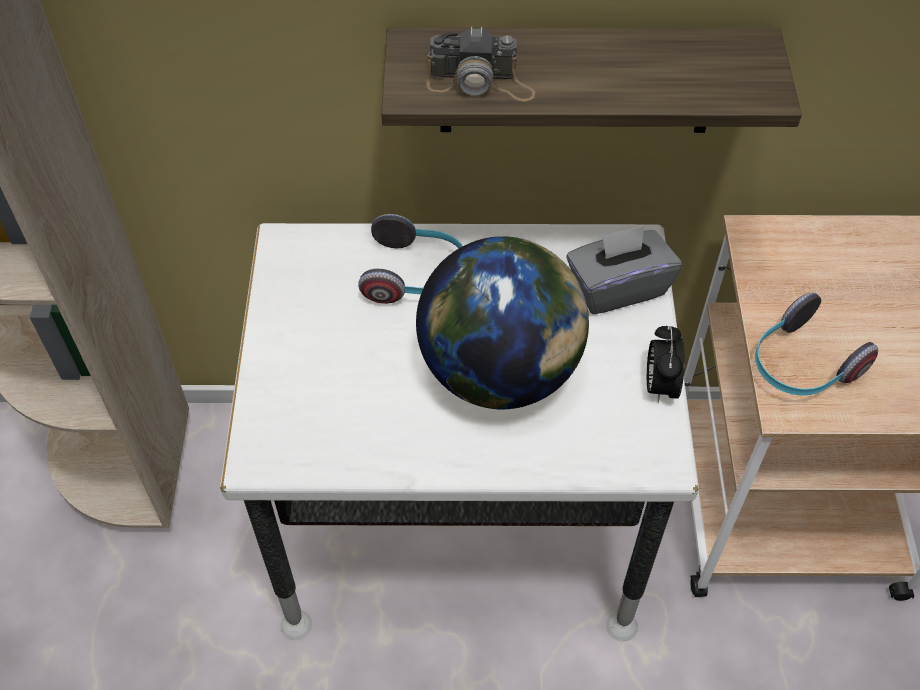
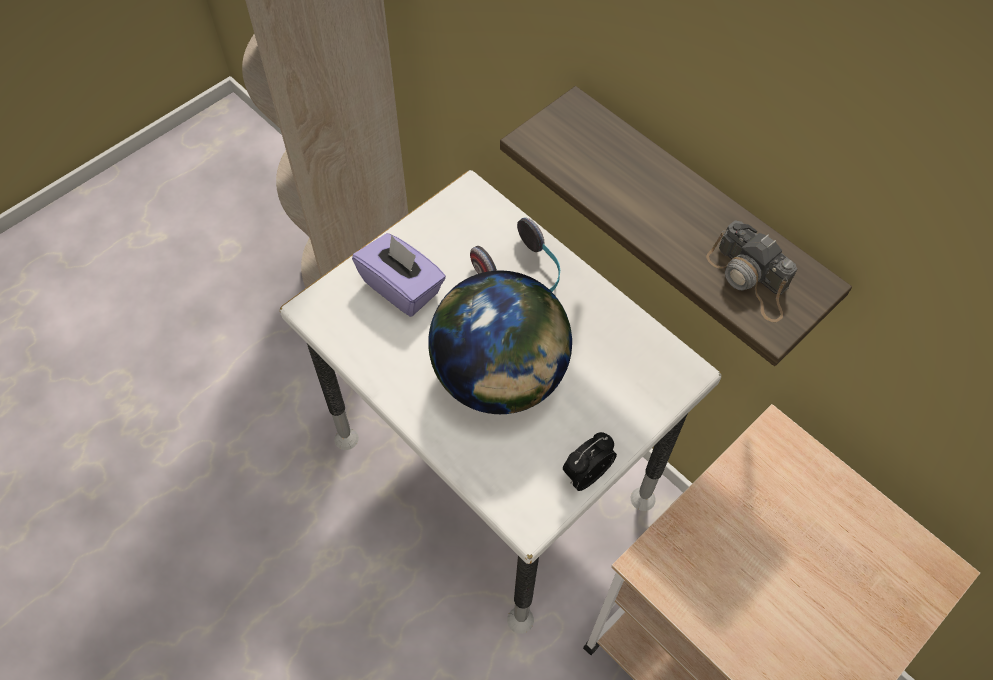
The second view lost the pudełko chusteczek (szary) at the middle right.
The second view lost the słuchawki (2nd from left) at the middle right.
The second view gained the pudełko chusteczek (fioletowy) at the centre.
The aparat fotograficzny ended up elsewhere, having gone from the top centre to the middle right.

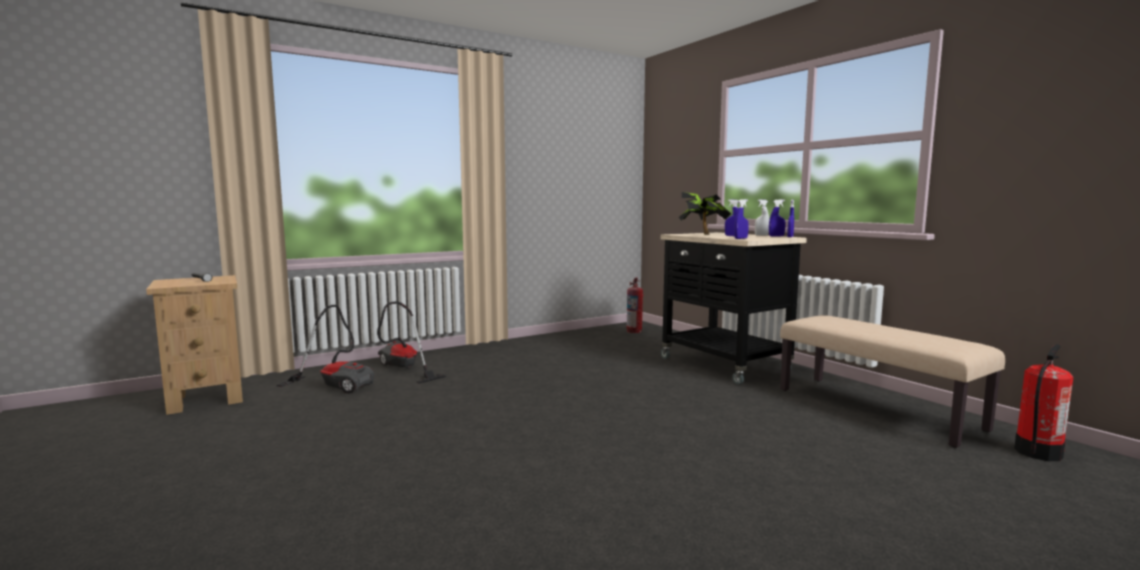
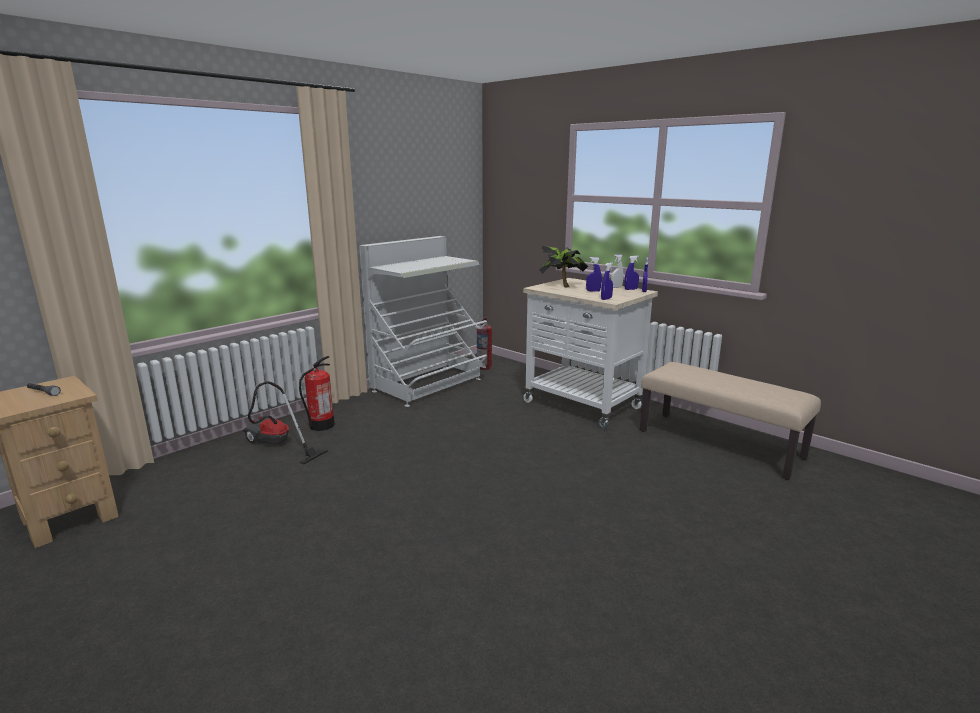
The second view lost the odkurzacz (1st from left) at the middle left.
The second view gained the regał na buty (biały) at the centre.
The gaśnica (2nd from left in the first image) ended up elsewhere, having gone from the bottom right to the middle left.
What was the wózek (czarny) at the centre turned into the wózek (biały) at the centre.

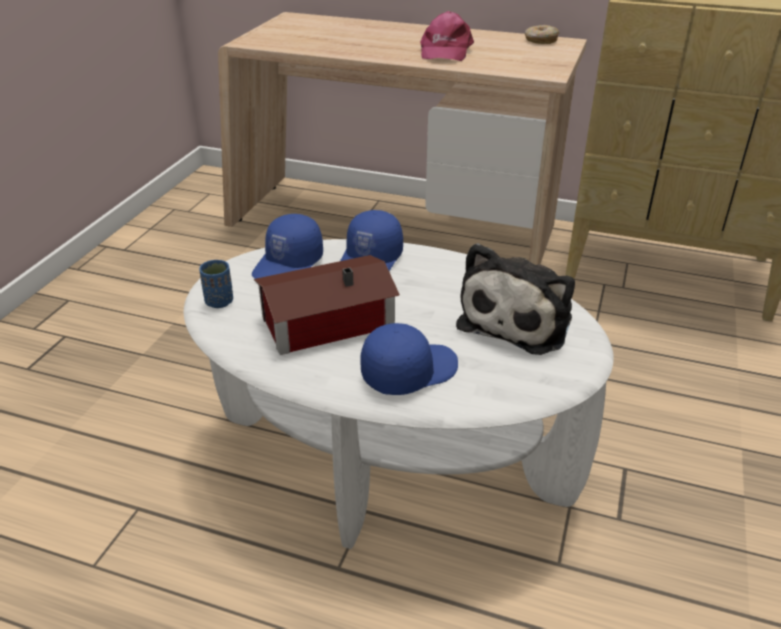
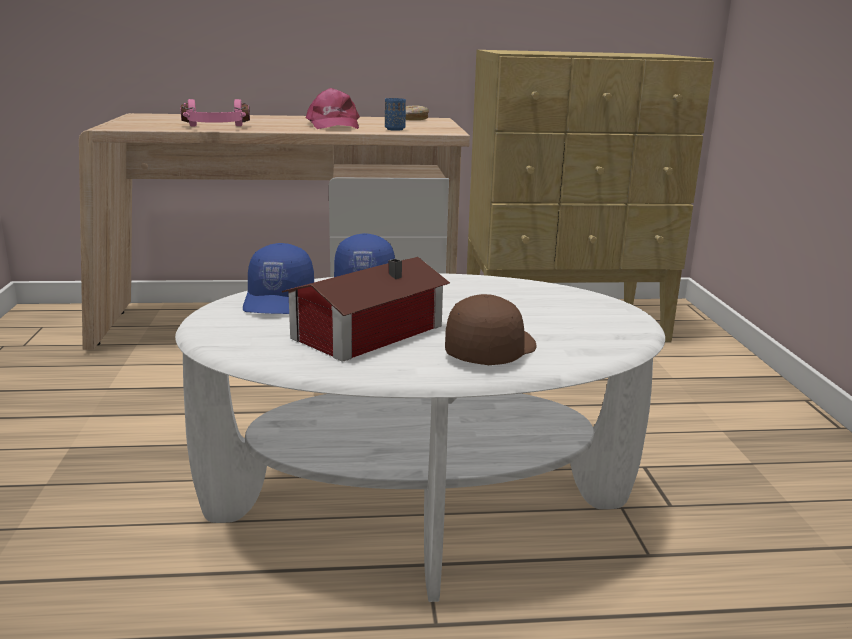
The second view lost the pluszak at the centre.
The second view gained the słuchawki (różowy) at the top left.
The filiżanka (niebieski) ended up elsewhere, having gone from the middle left to the top centre.
What was the czapka z daszkiem (niebieski) (3rd from left) at the centre turned into the czapka z daszkiem (brązowy) at the centre.

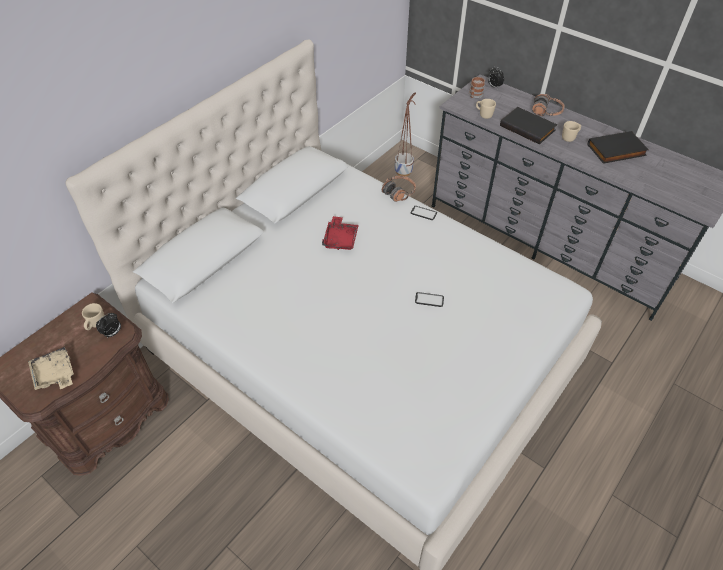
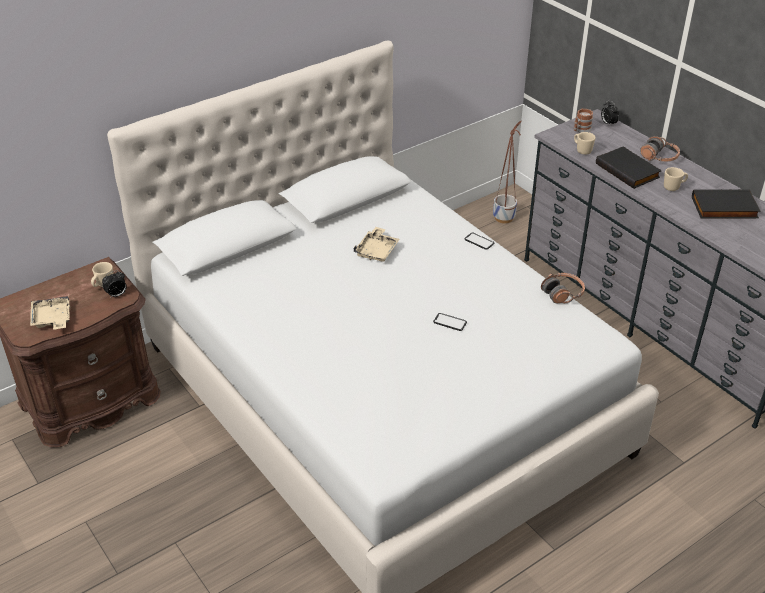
The słuchawki (1st from left) ended up elsewhere, having gone from the top centre to the middle right.
What was the taca (czerwony) at the centre turned into the taca (beżowy) (2nd from left) at the centre.

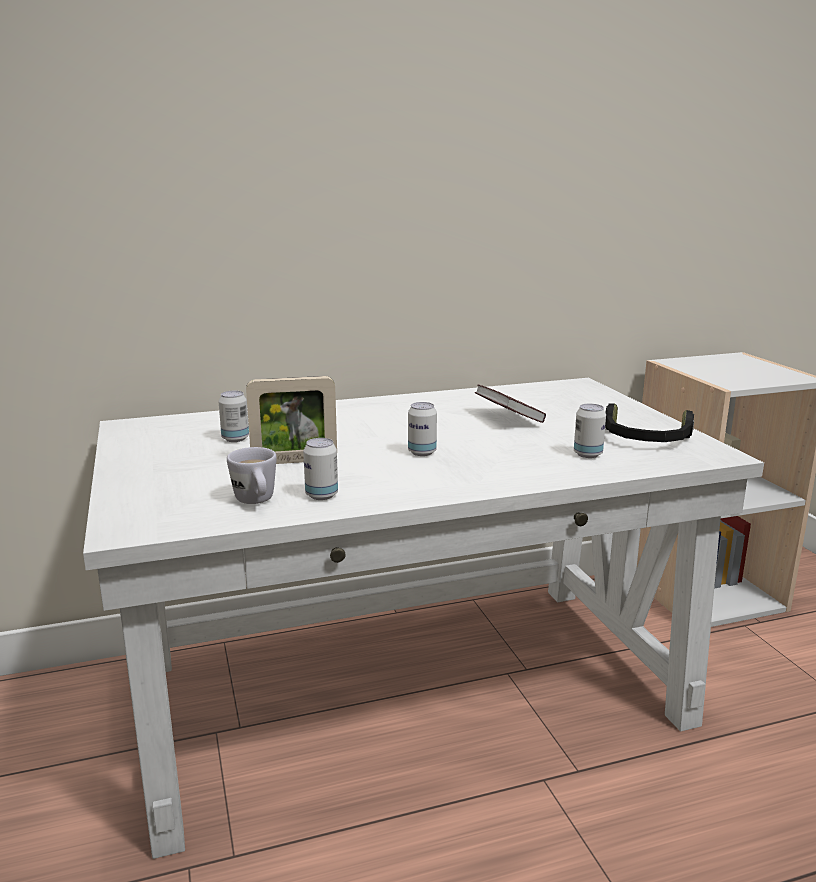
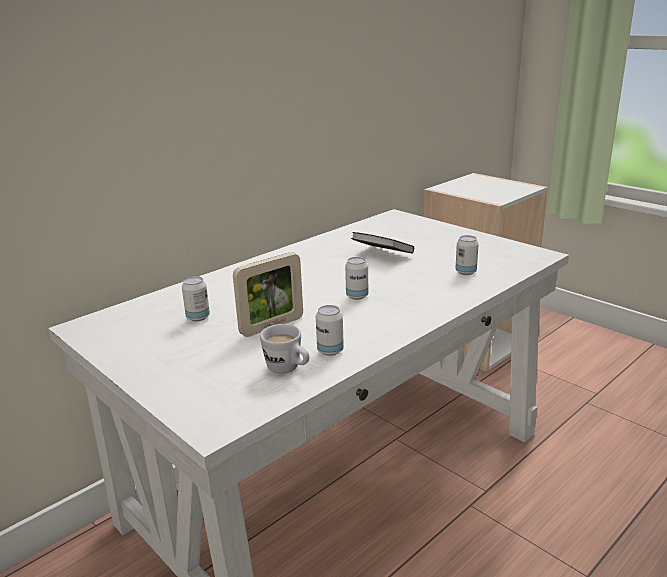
The second view lost the słuchawki (czarny) at the middle right.

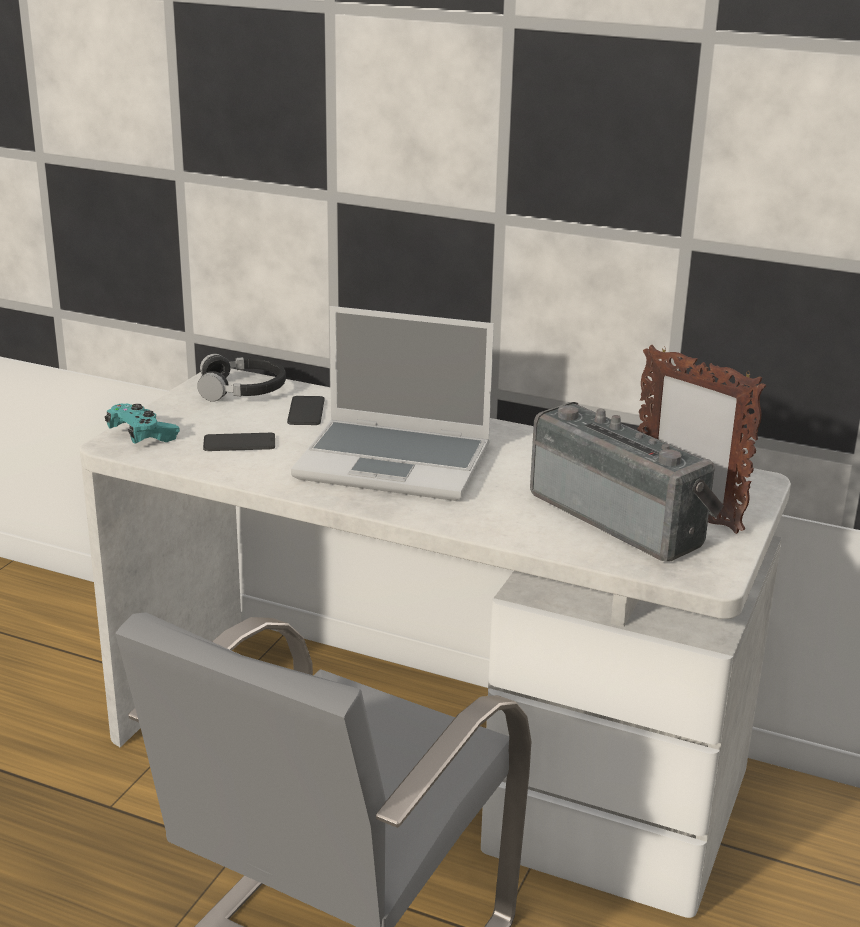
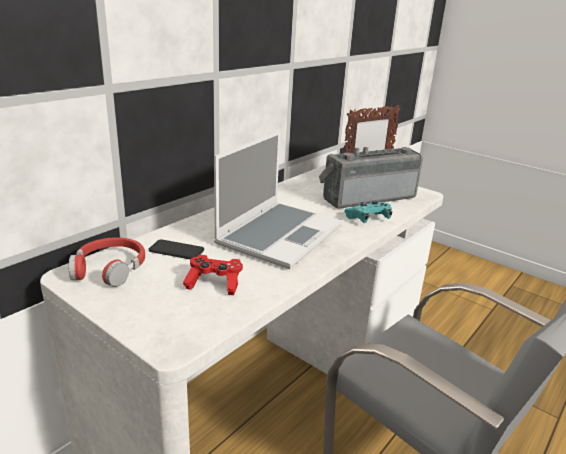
The pad do gier (turkusowy) ended up elsewhere, having gone from the middle left to the centre.
Where the telefon (1st from left) stood at the middle left, the pad do gier (czerwony) came to stand at the centre.
What was the słuchawki (czarny) at the middle left turned into the słuchawki (czerwony) at the middle left.

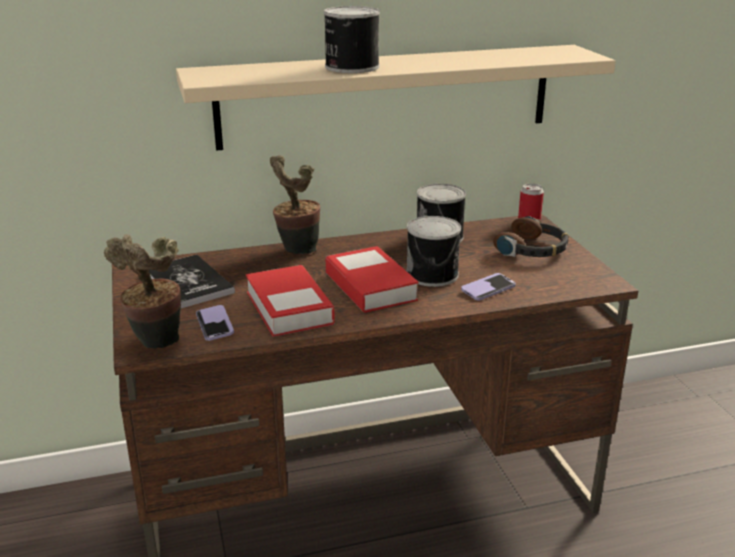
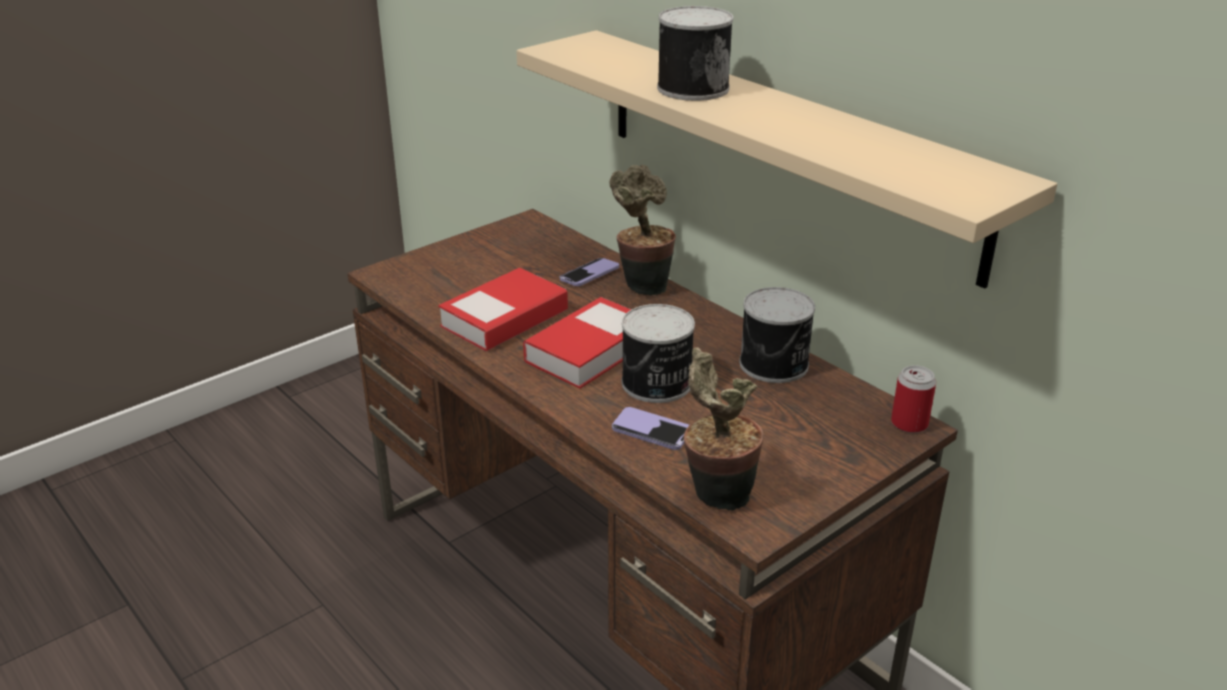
The second view lost the książka (1st from left) at the middle left.
The second view lost the słuchawki at the middle right.
The roślina doniczkowa (1st from left in the first image) ended up elsewhere, having gone from the middle left to the centre.
The telefon (1st from left) ended up elsewhere, having gone from the middle left to the centre.

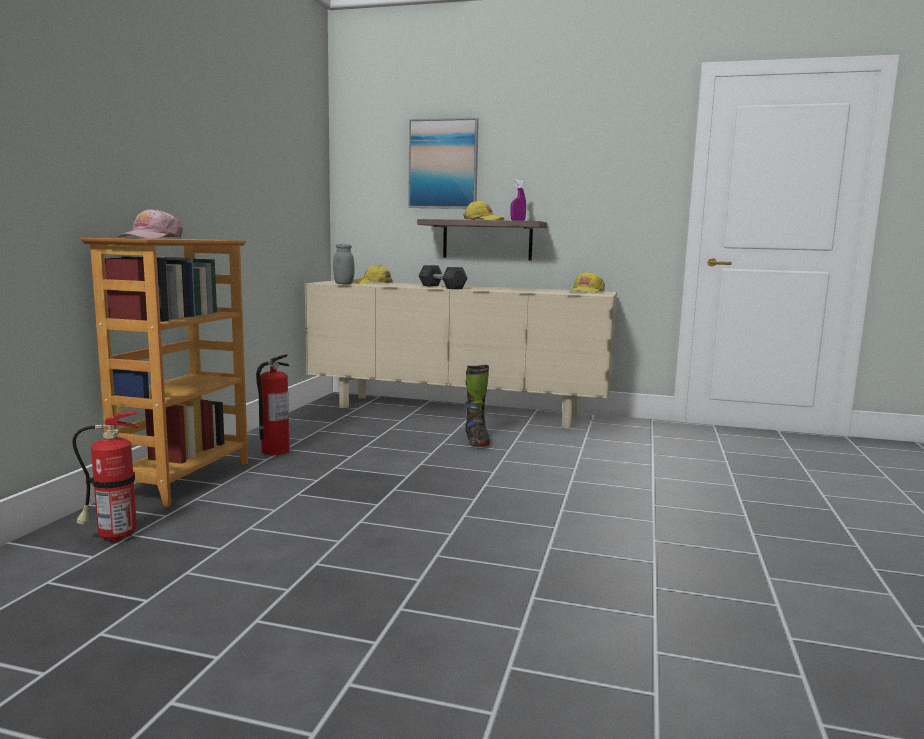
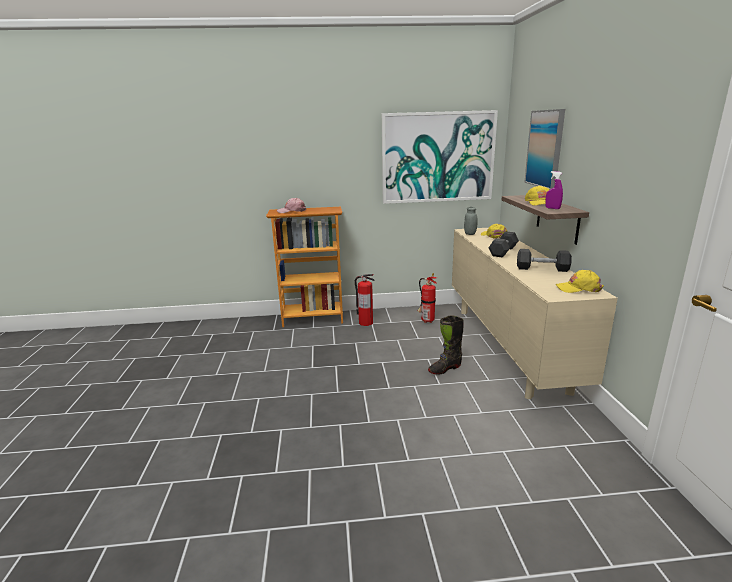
The second view gained the obraz (1st from left) at the top centre.
The second view gained the hantel (szary) (2nd from left) at the middle right.
The gaśnica (1st from left in the first image) ended up elsewhere, having gone from the middle left to the centre.

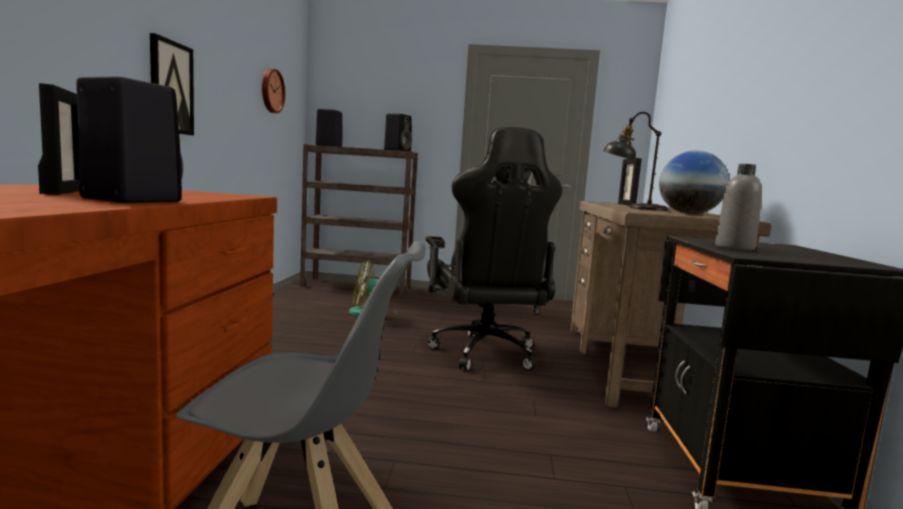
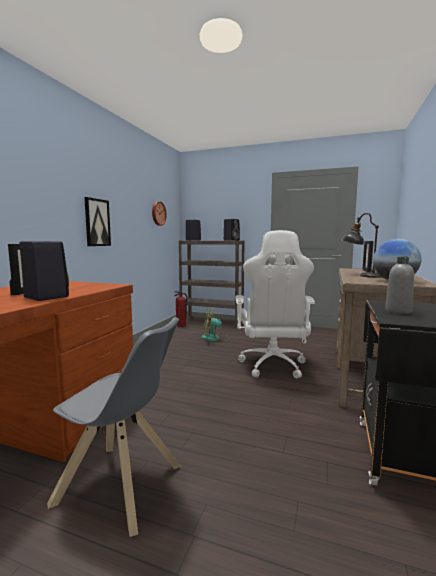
The second view gained the gaśnica at the centre.
What was the krzesło biurowe (czarny) at the centre turned into the krzesło biurowe (biały) at the centre.

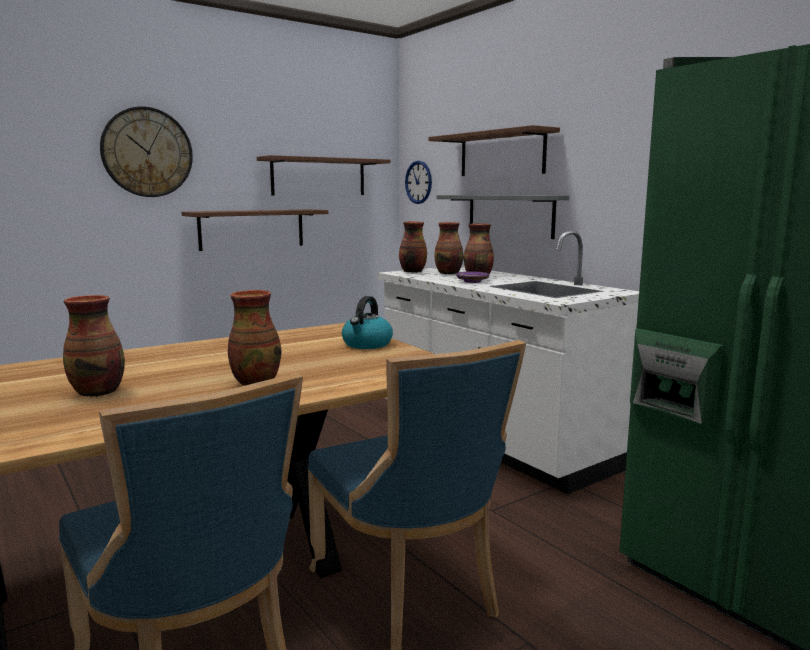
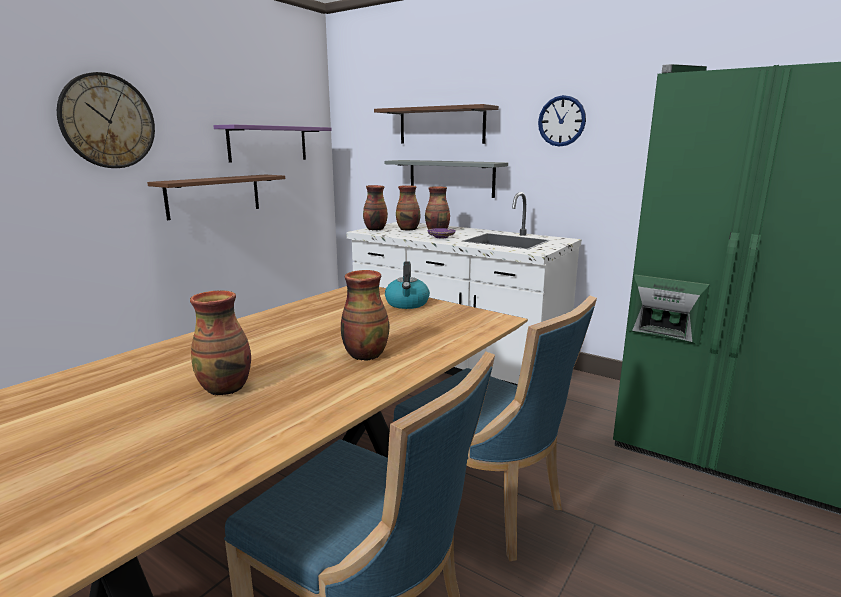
The zegar ścienny (2nd from left) ended up elsewhere, having gone from the top centre to the top right.
What was the półka (brązowy) (2nd from left) at the top centre turned into the półka (fioletowy) at the top left.

